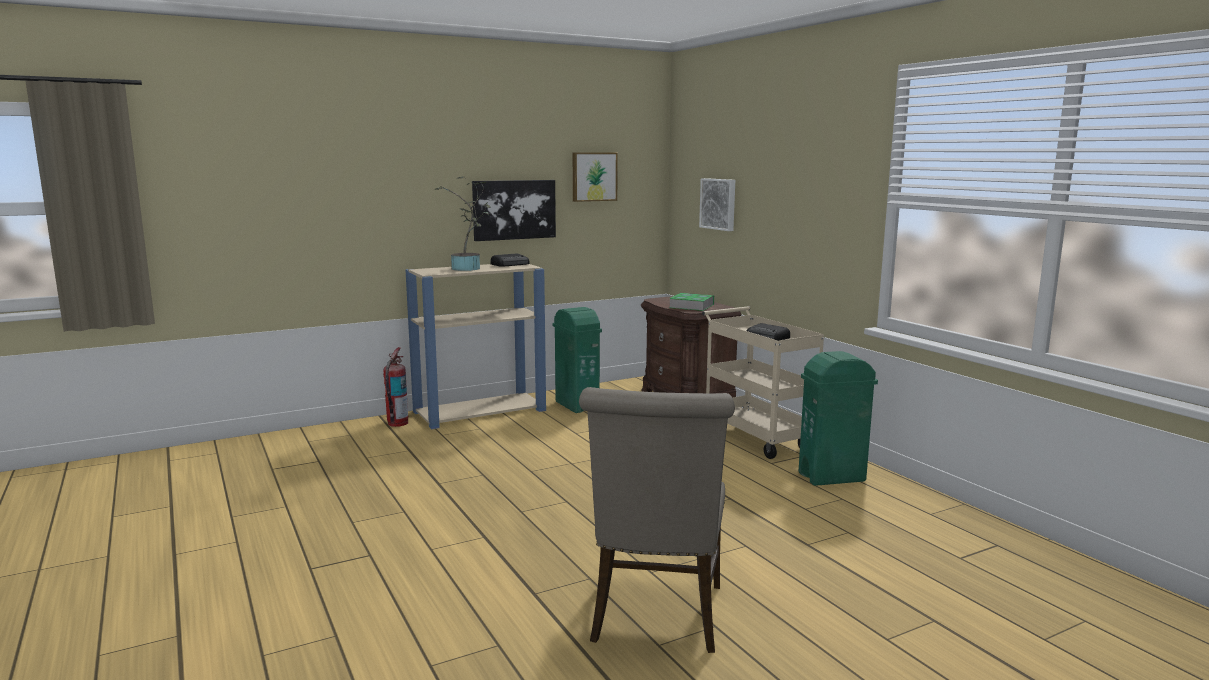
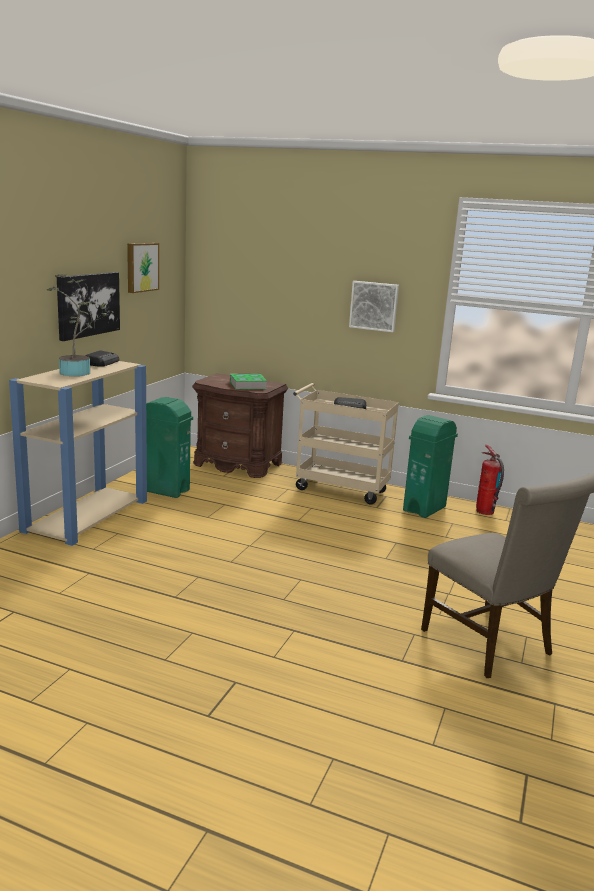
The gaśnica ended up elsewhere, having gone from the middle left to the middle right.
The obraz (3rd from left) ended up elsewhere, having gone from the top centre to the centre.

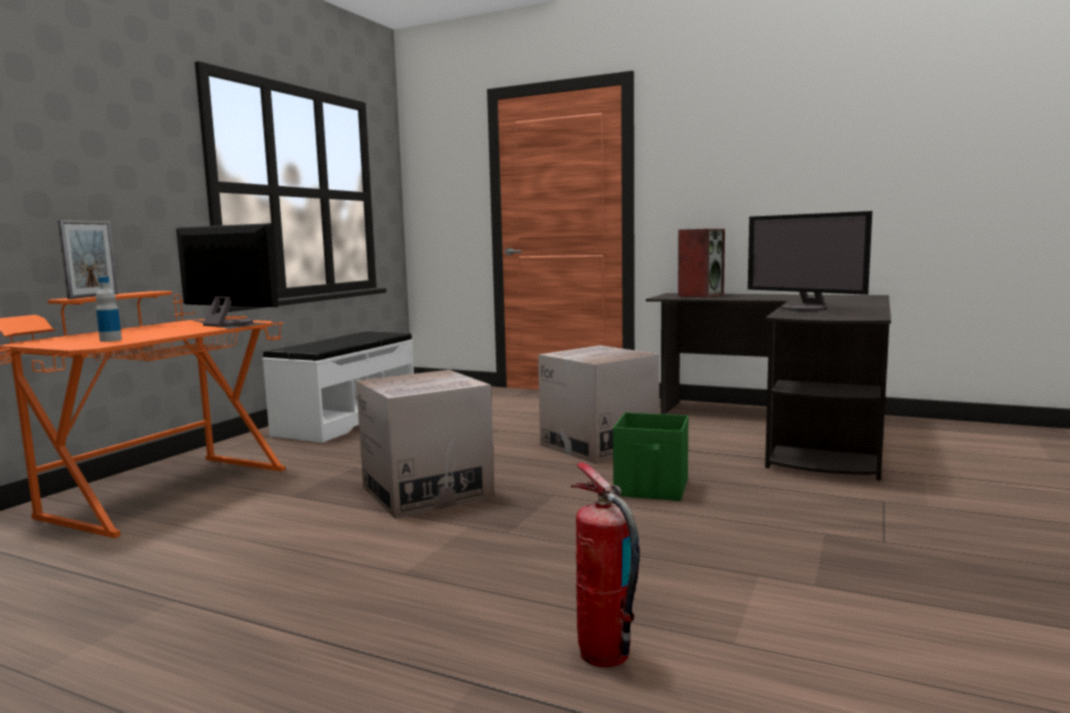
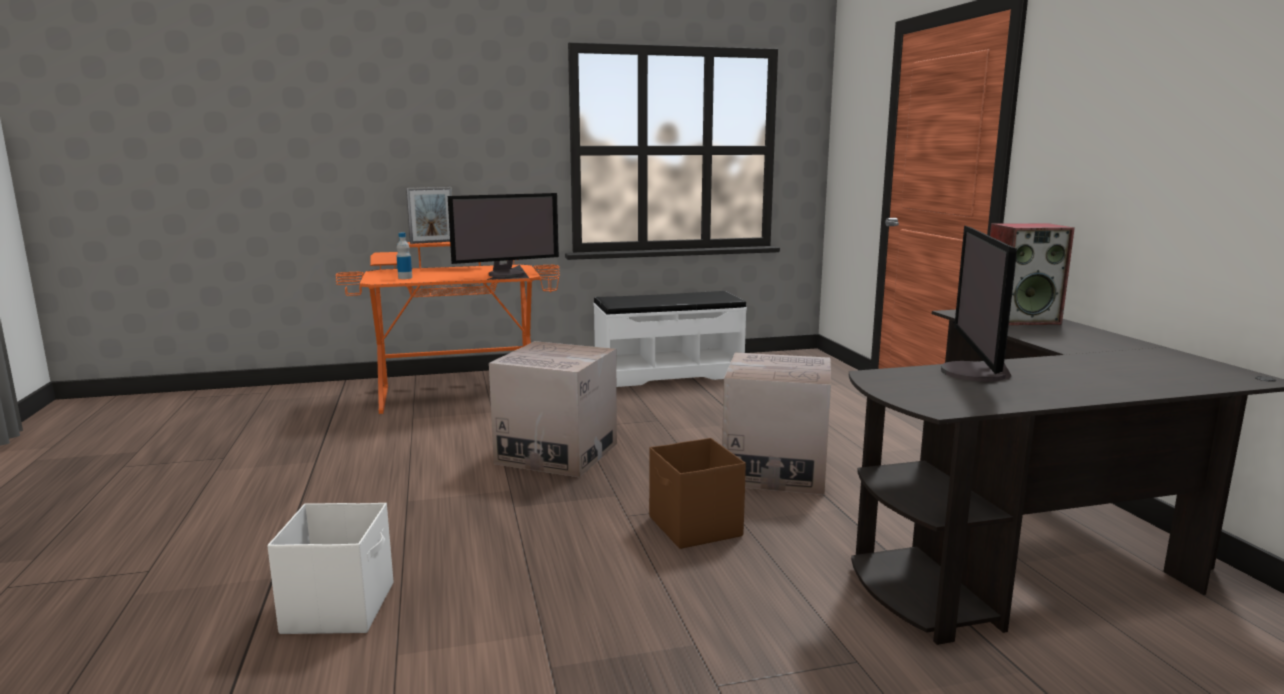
Where the gaśnica stood at the bottom centre, the pojemnik do przechowywania (biały) came to stand at the bottom left.
What was the pojemnik do przechowywania (zielony) at the centre turned into the pojemnik do przechowywania (brązowy) at the bottom centre.
The monitor (1st from left) at the middle left ended up facing another way, 75 degrees clockwise from before.

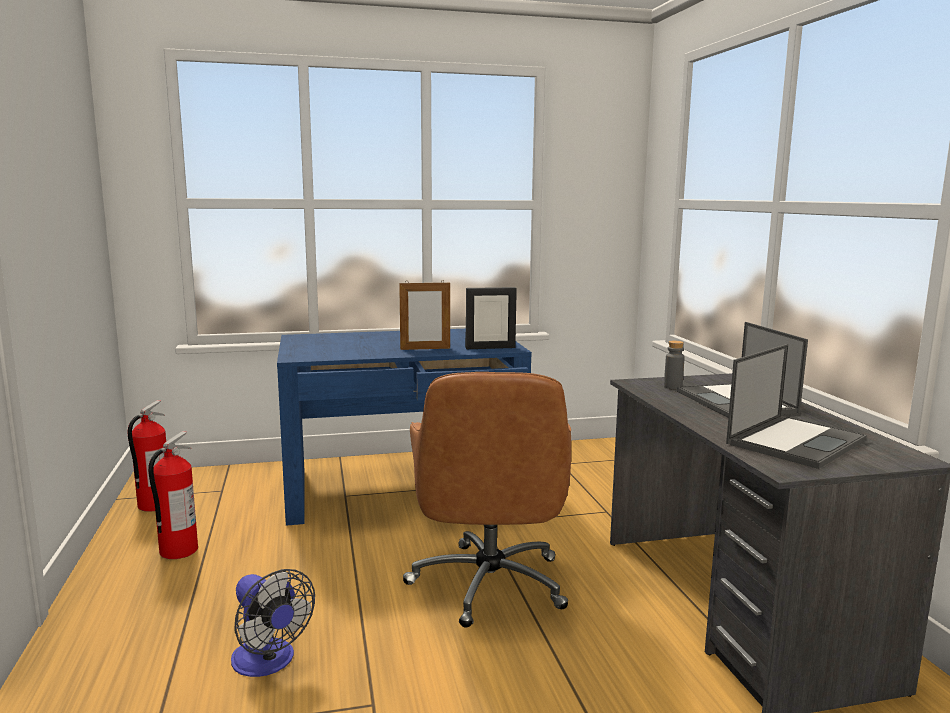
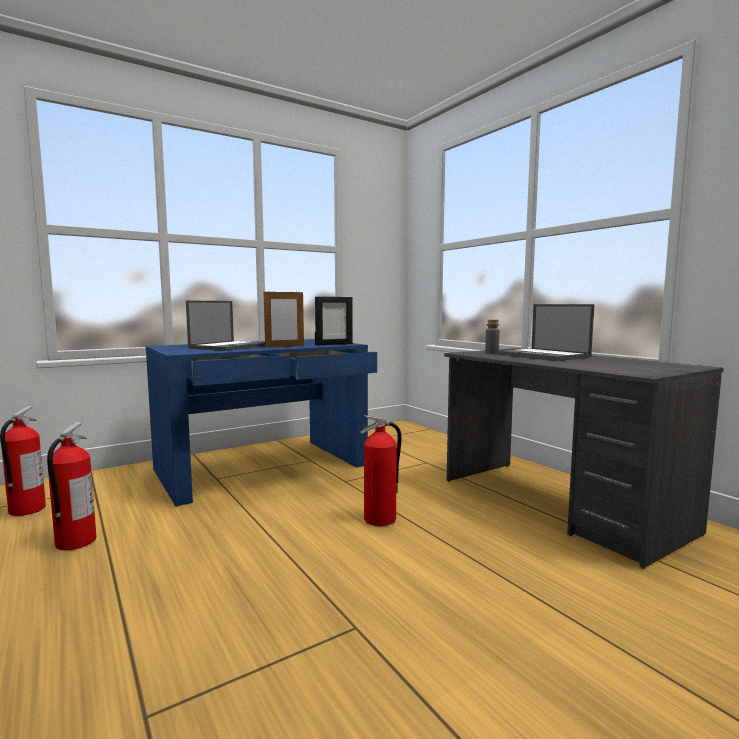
The second view lost the wentylator at the bottom left.
The laptop (2nd from left in the first image) ended up elsewhere, having gone from the middle right to the middle left.
Where the krzesło biurowe (brązowy) stood at the bottom centre, the gaśnica (3rd from left) came to stand at the centre.

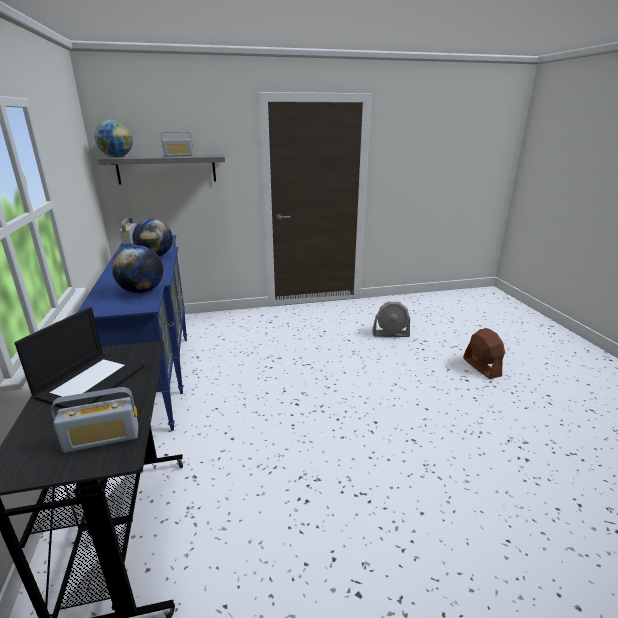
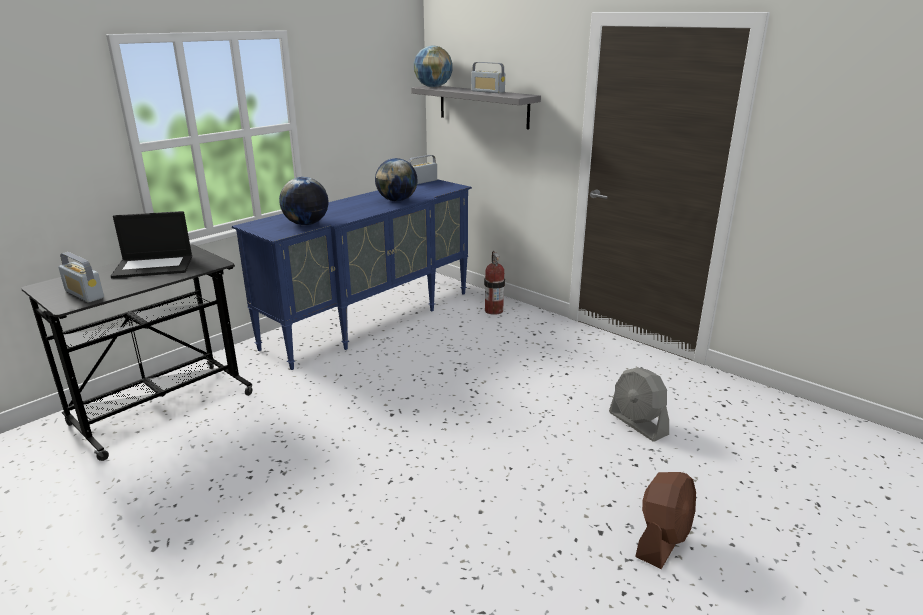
The second view gained the gaśnica at the centre.

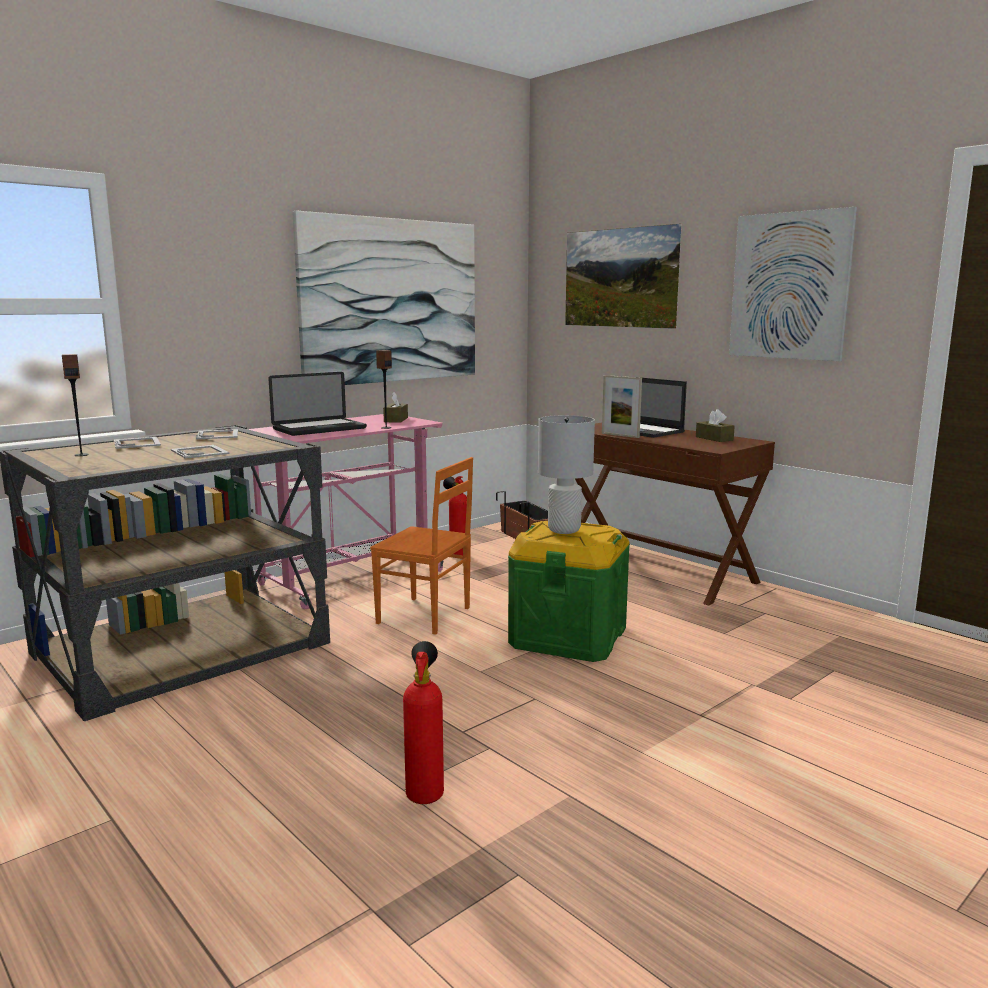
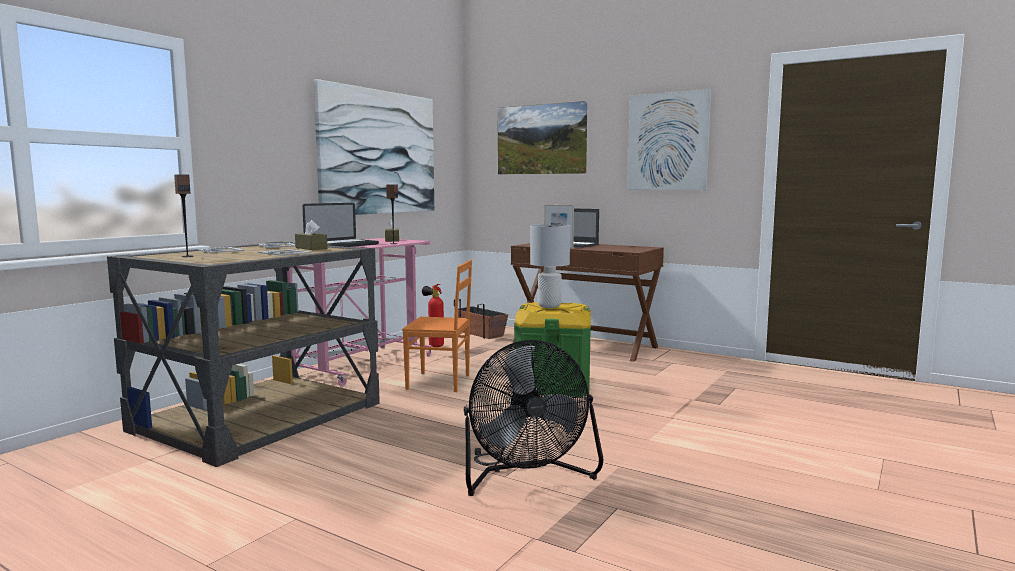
The pudełko chusteczek (brązowy) (2nd from left in the first image) ended up elsewhere, having gone from the middle right to the middle left.
Where the gaśnica (1st from left) stood at the bottom centre, the wentylator (czarny) came to stand at the bottom centre.

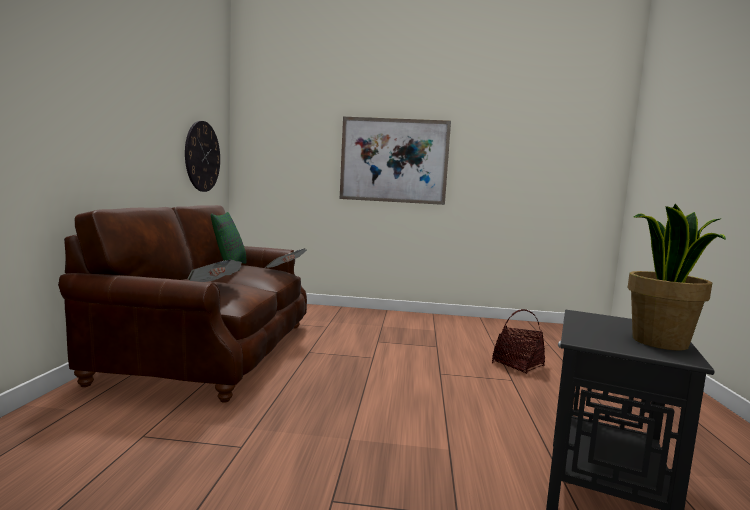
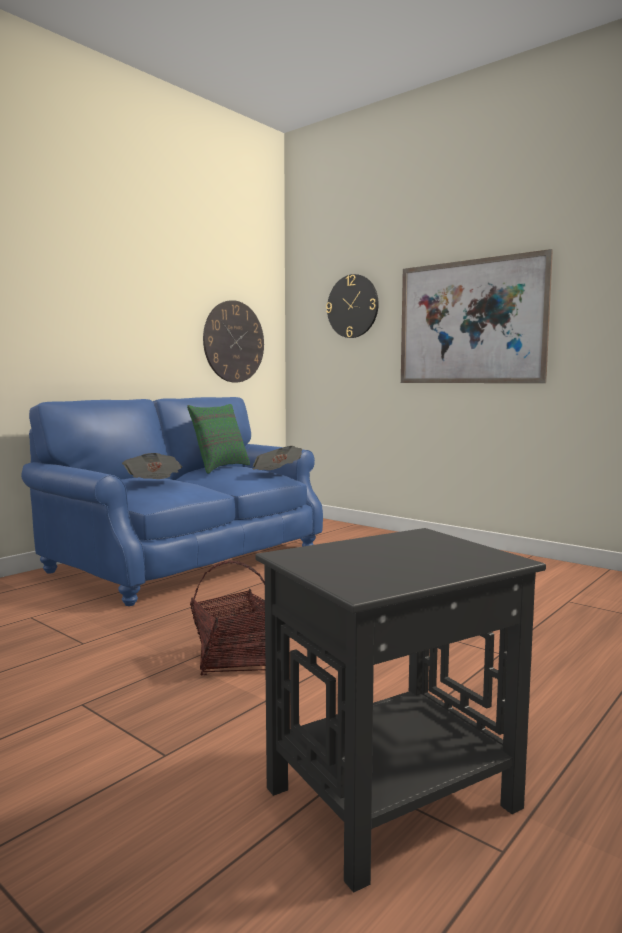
The second view lost the roślina doniczkowa at the middle right.
The second view gained the zegar ścienny (2nd from left) at the top centre.
The koszyk ended up elsewhere, having gone from the bottom right to the centre.
What was the kanapa (brązowy) at the middle left turned into the kanapa (niebieski) at the middle left.

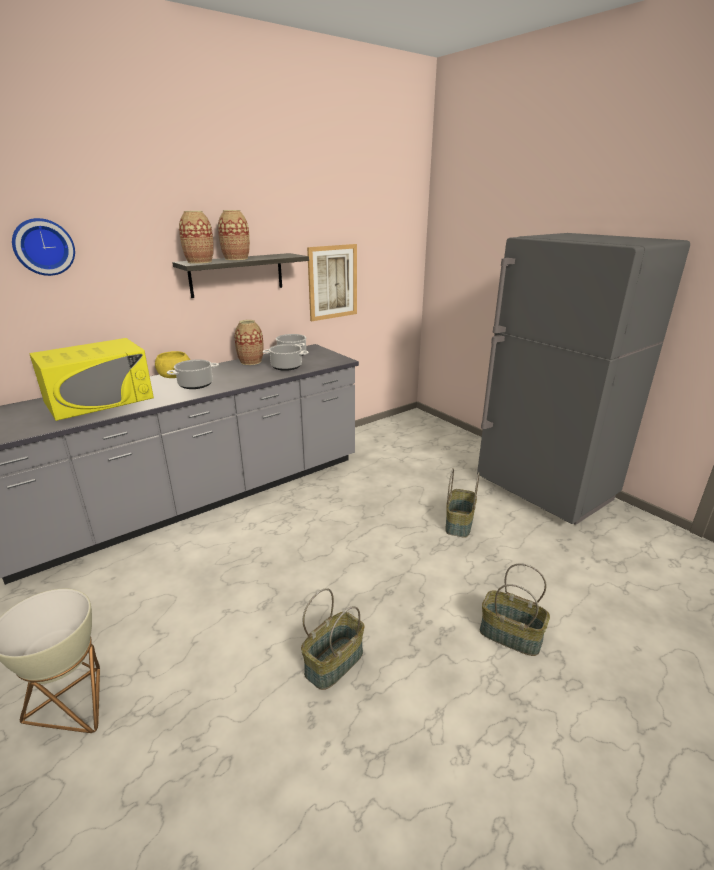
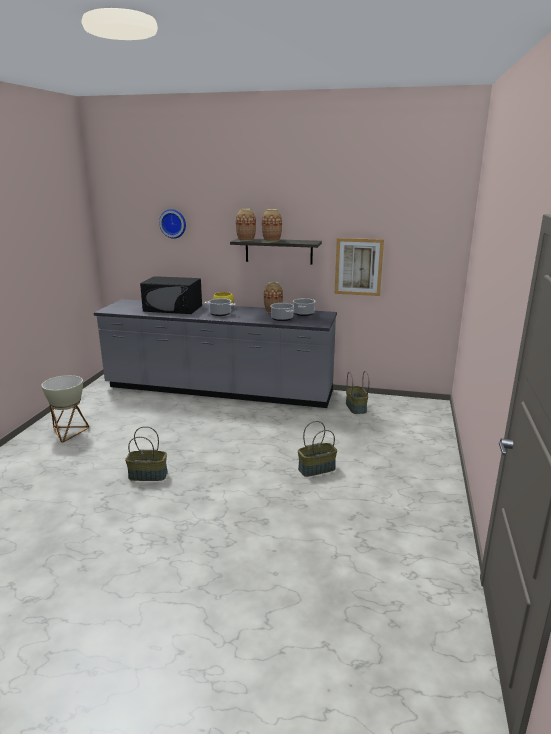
The second view lost the lodówka (szary) at the middle right.
The koszyk (3rd from left) ended up elsewhere, having gone from the bottom right to the centre.
What was the mikrofalówka (żółty) at the middle left turned into the mikrofalówka (czarny) at the middle left.

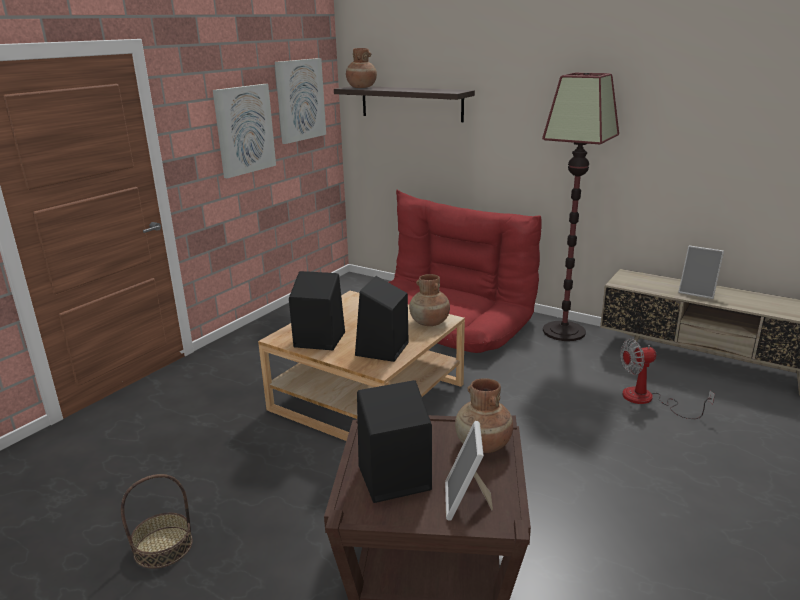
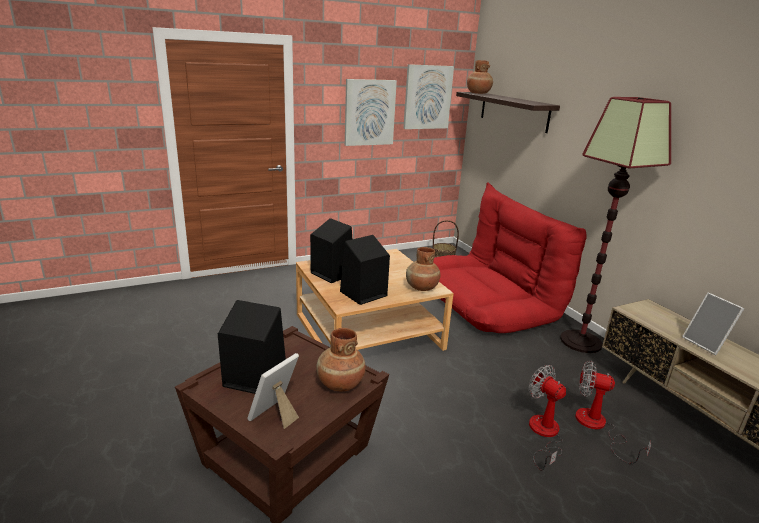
The second view gained the wentylator (1st from left) at the bottom right.
The koszyk ended up elsewhere, having gone from the bottom left to the centre.

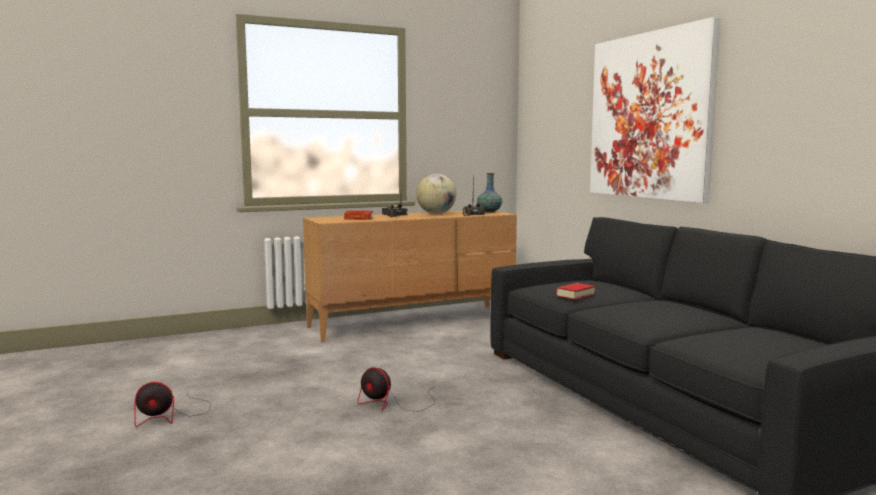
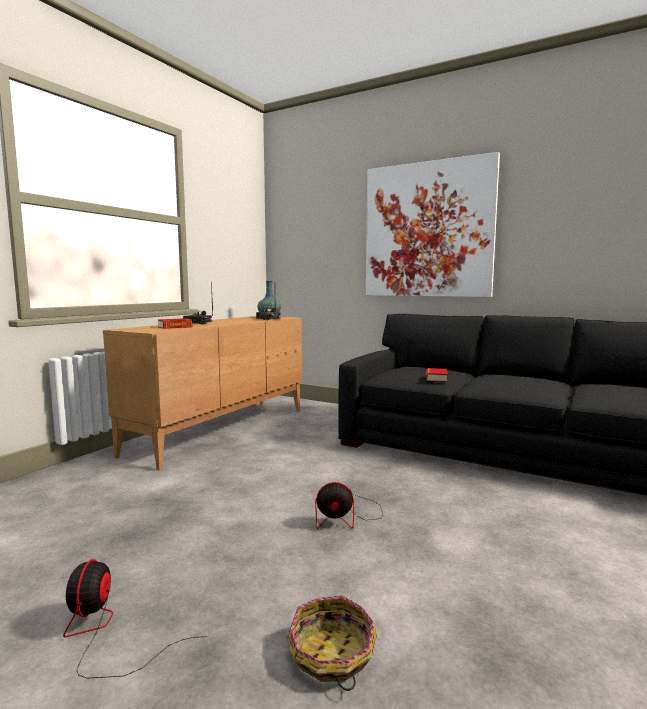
The second view lost the globus at the centre.
The second view gained the koszyk at the bottom centre.
The wentylator (1st from left) at the bottom left ended up facing another way, 135 degrees clockwise from before.

